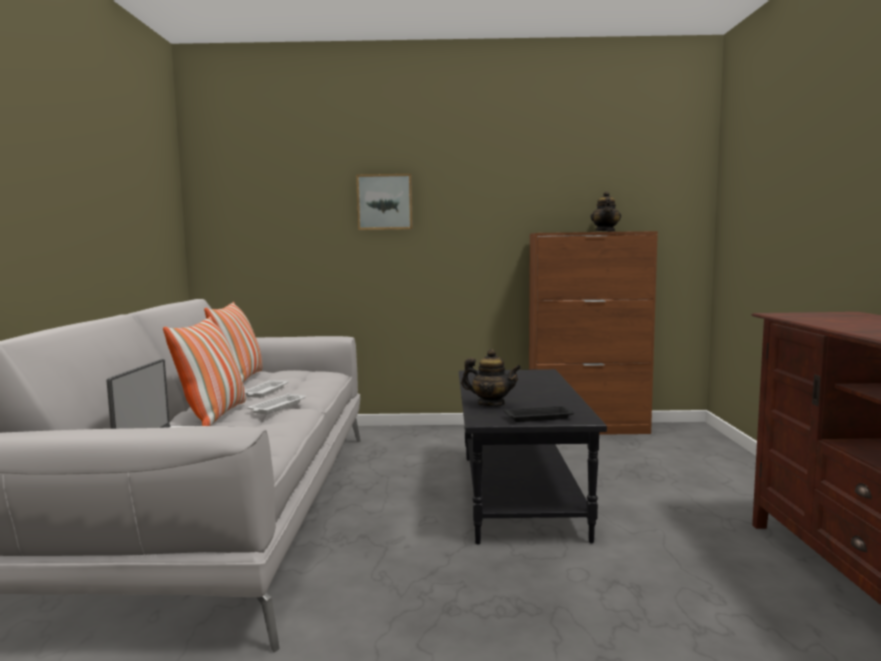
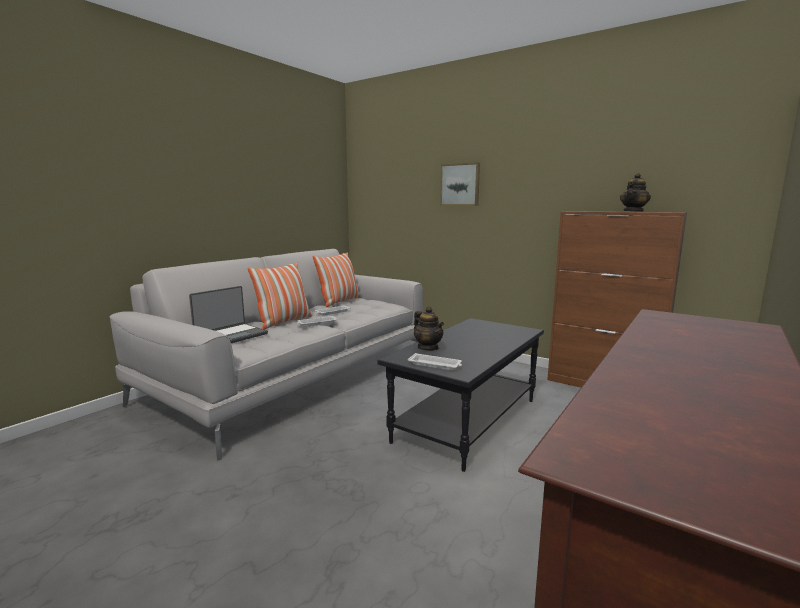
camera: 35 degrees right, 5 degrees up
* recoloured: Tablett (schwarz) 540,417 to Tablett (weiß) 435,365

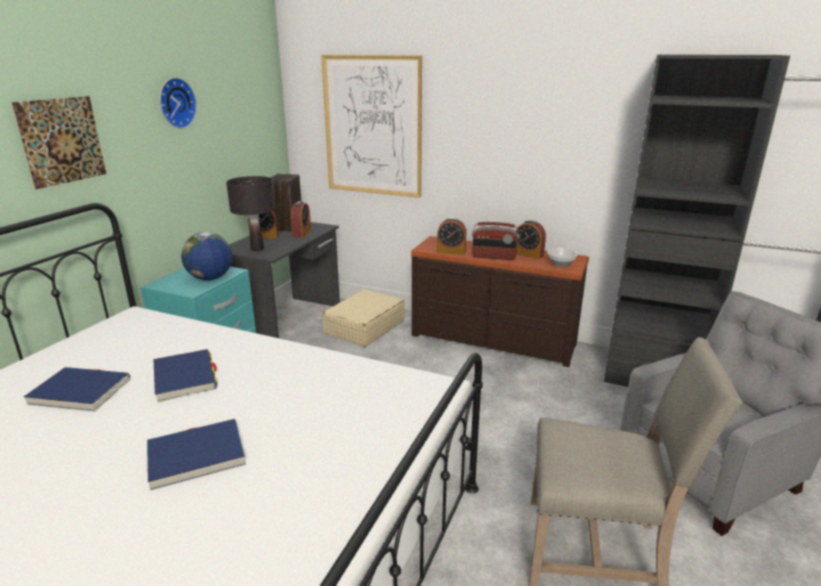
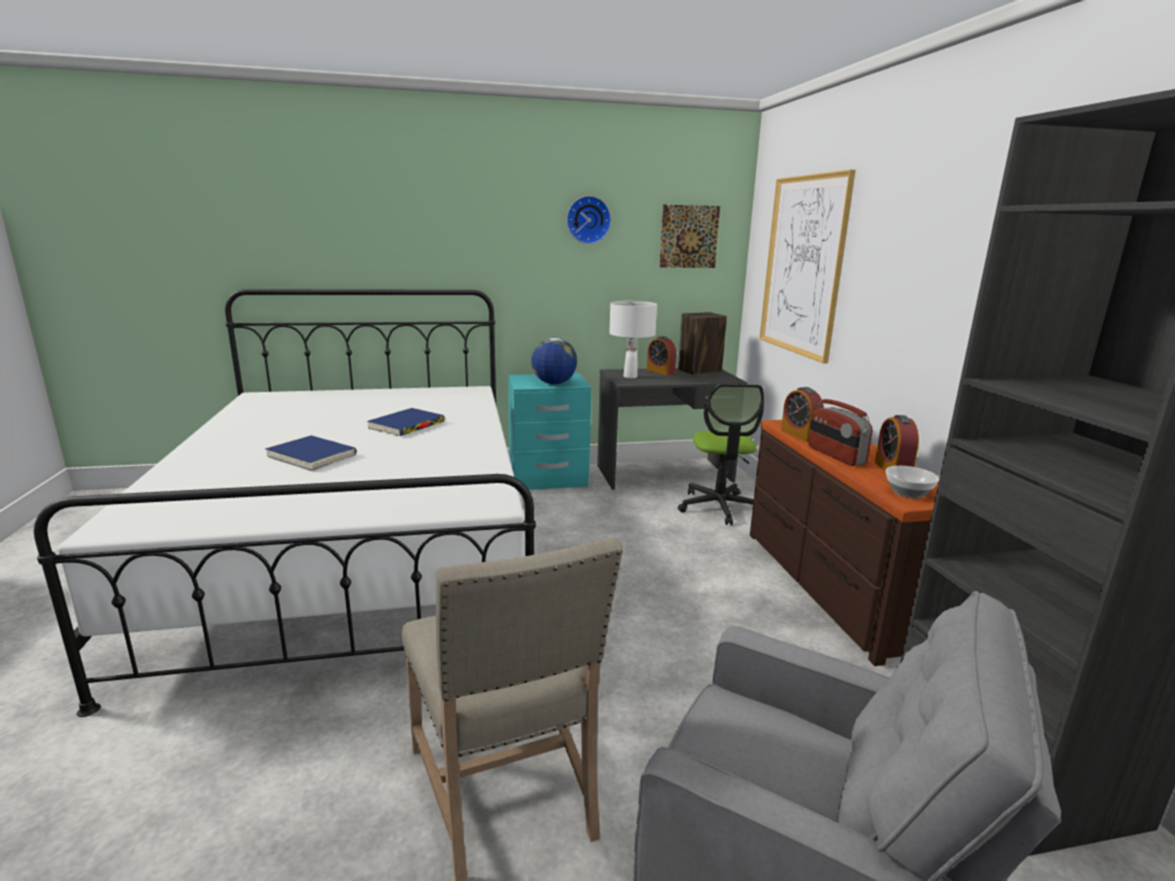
camera: 55 degrees right, 5 degrees down
* removed: Buch (blau) 80,392
* removed: Wecker 301,233
* moved: Bild 62,141 to 689,236
* replaced: Koffer (beige) 364,327 to Bürostuhl 719,507
* recoloured: Tischlampe (schwarz) 257,249 to Tischlampe (weiß) 630,376

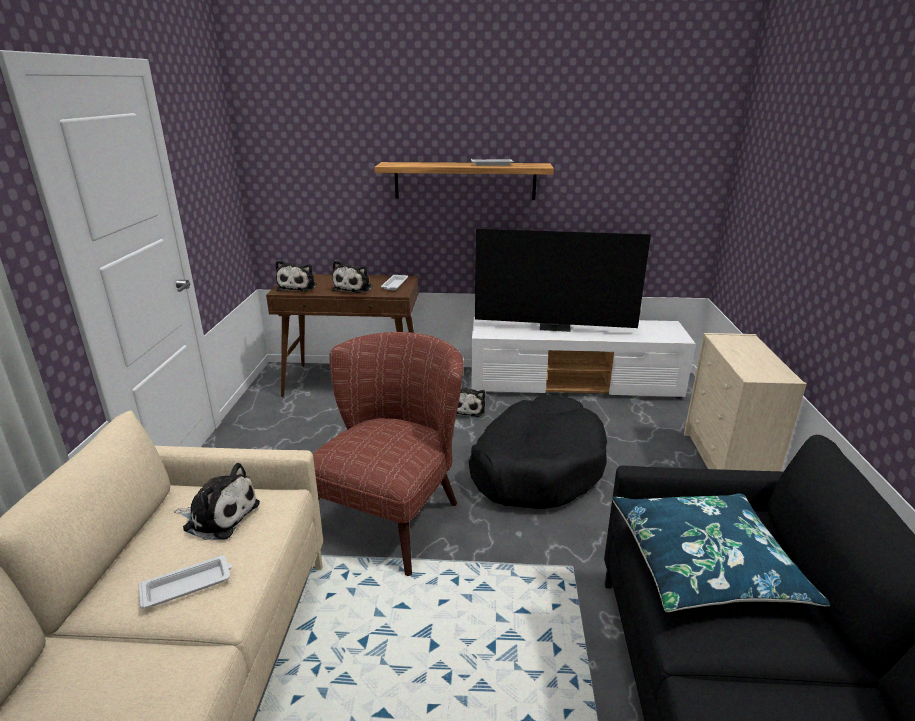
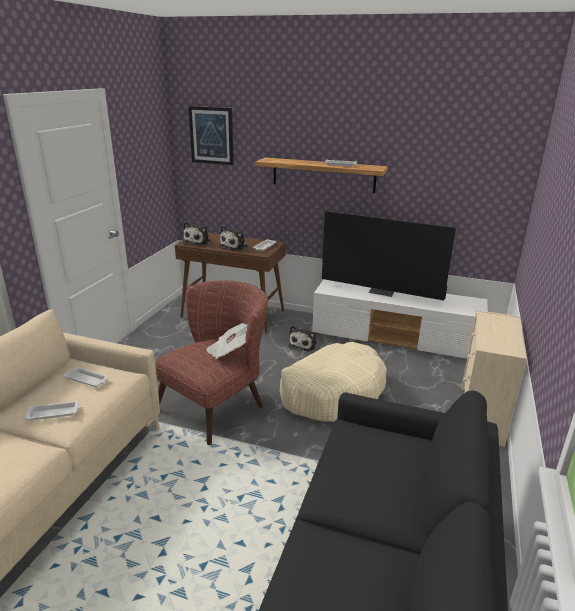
camera: 15 degrees right, 0 degrees up
* removed: Kissen (blau) 704,564
* added: Bild 211,135
* added: Zeitung 229,351
* replaced: Plüschtier 219,516 to Tablett (weiß) 87,380
* recoloured: Hundebett (schwarz) 537,467 to Hundebett (beige) 332,392

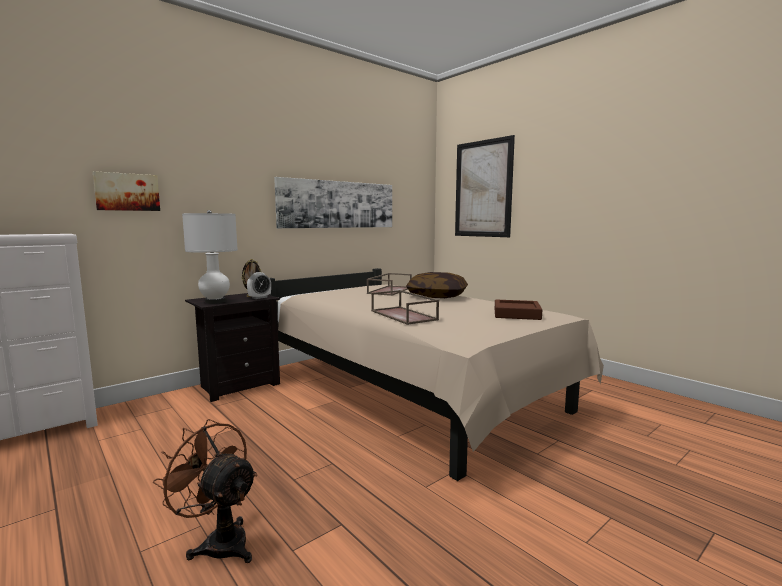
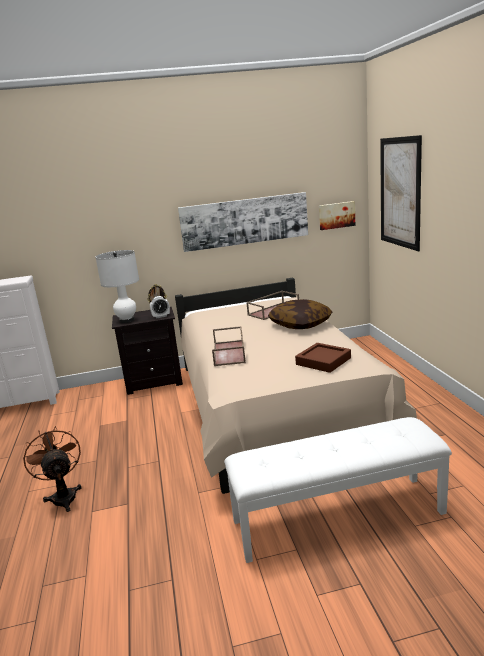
camera: 30 degrees right, 10 degrees up
* added: Bank (weiß) 337,516
* moved: Bild 127,192 to 336,215

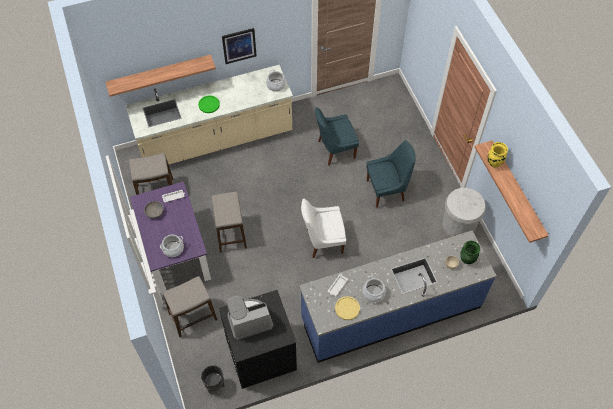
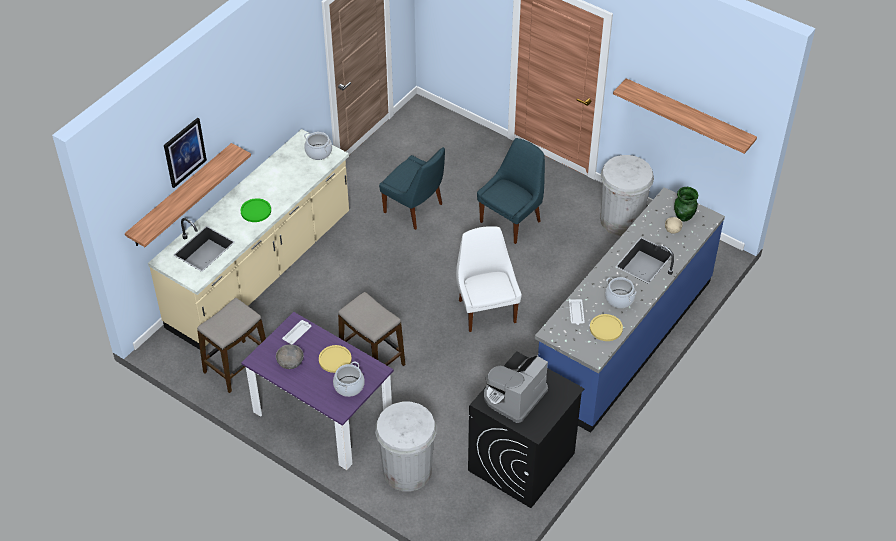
camera: 35 degrees left, 10 degrees down
* removed: Pflanzkübel (schwarz) 215,385
* removed: Vase (gelb) 494,163
* added: Teller (gelb) 335,359
* moved: Bild 239,45 to 184,152
* replaced: Hocker 193,317 to Mülleimer (weiß) 407,470
* turned: Stuhl (weiß) 322,241 = 486,309 120 degrees clockwise
* turned: Stuhl (blau) 334,150 = 415,209 90 degrees counterclockwise

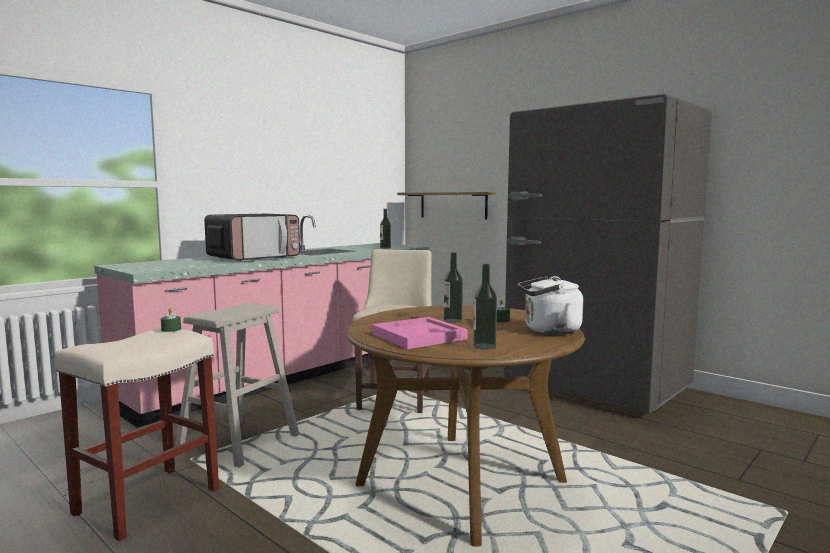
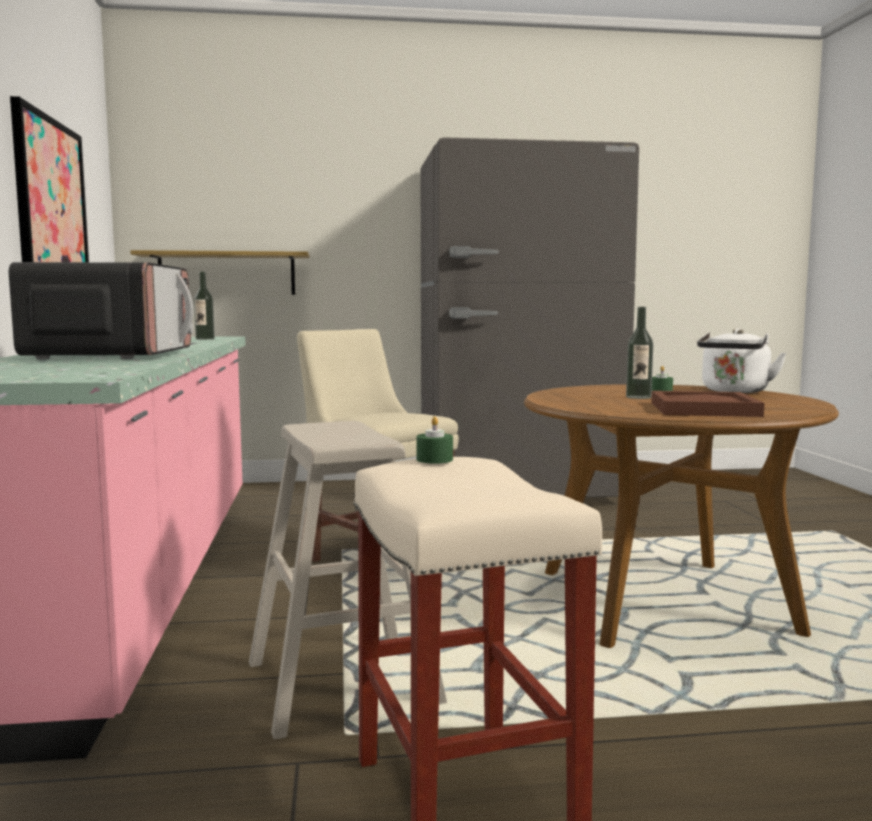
camera: 50 degrees left, 0 degrees up
* removed: Flasche 484,346
* added: Bild 51,206
* recoloured: Tablett (rosa) 418,337 to Tablett (braun) 705,409

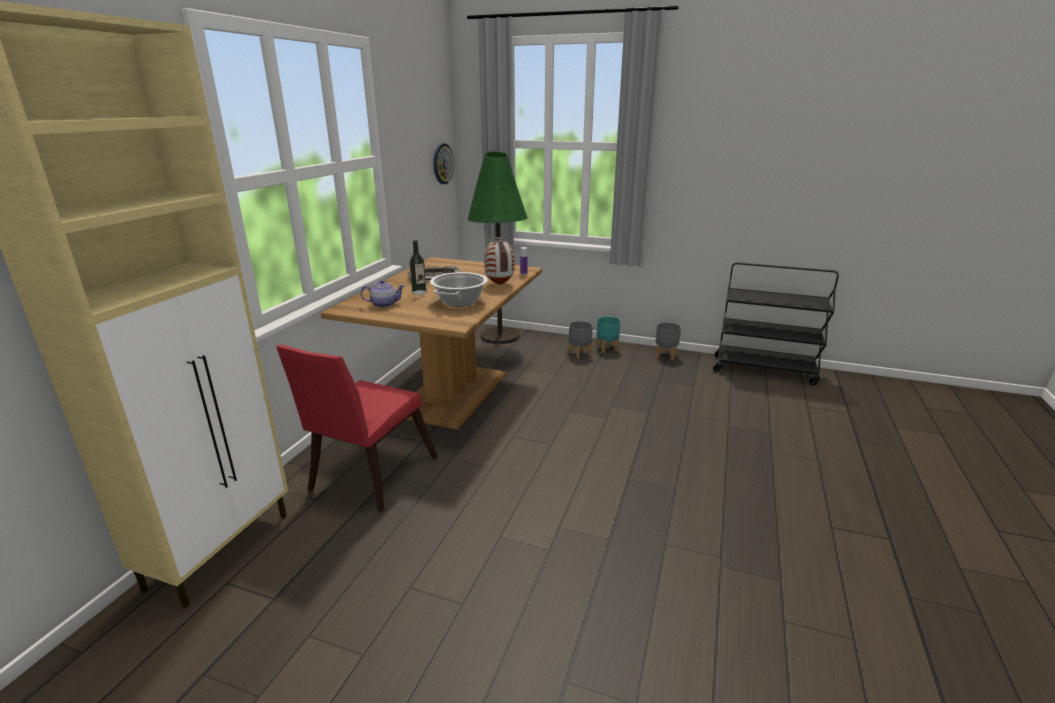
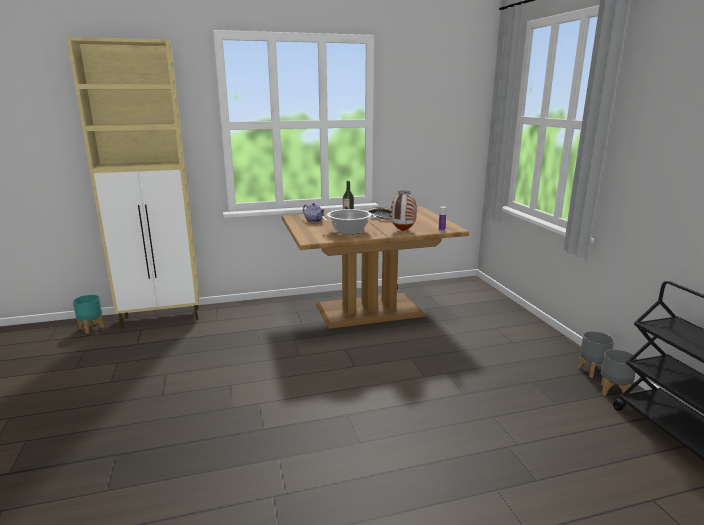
camera: 55 degrees right, 5 degrees down
* removed: Stuhl (rot) 368,477
* removed: Wanduhr 442,164
* removed: Stehlampe (grün) 500,336
* moved: Pflanzkübel (grau) 580,354 to 614,392
* moved: Pflanzkübel (türkis) 607,348 to 91,328

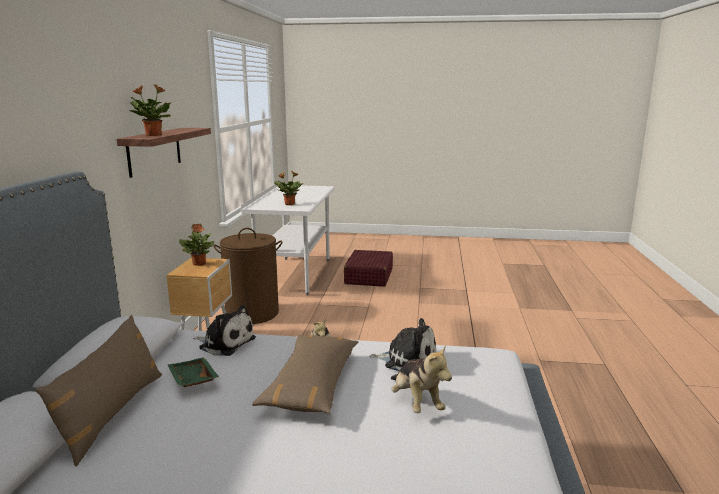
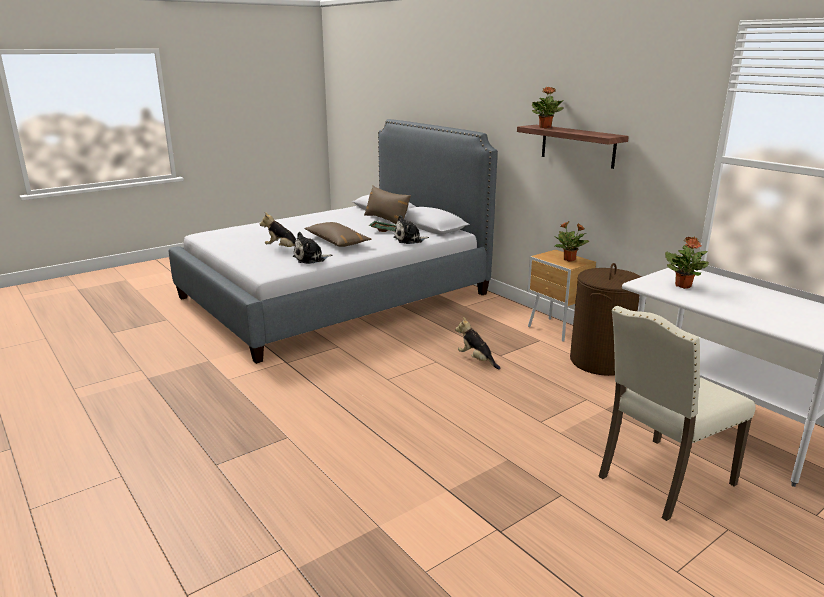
camera: 135 degrees right, 5 degrees up
* replaced: Koffer (rot) 368,276 to Stuhl (beige) 661,479

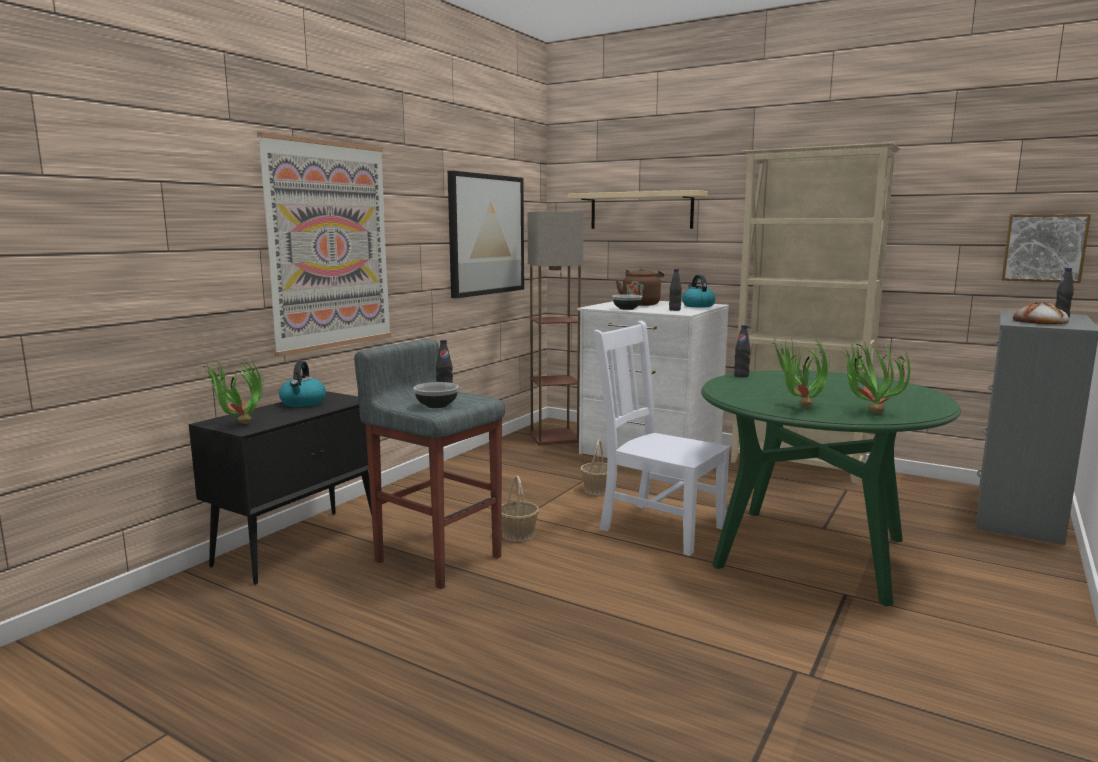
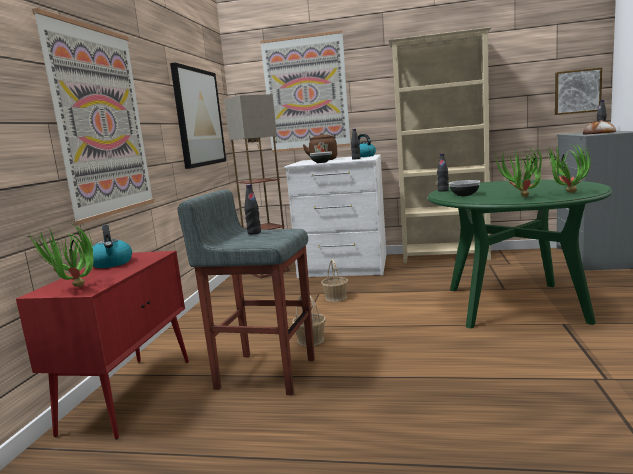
camera: 20 degrees left, 0 degrees up
* removed: Stuhl (weiß) 658,527
* moved: Schüssel 437,405 to 464,195
* replaced: Wandregal (beige) 641,210 to Bild 306,93
* recoloured: Schrank (schwarz) 300,544 to Schrank (rot) 130,394

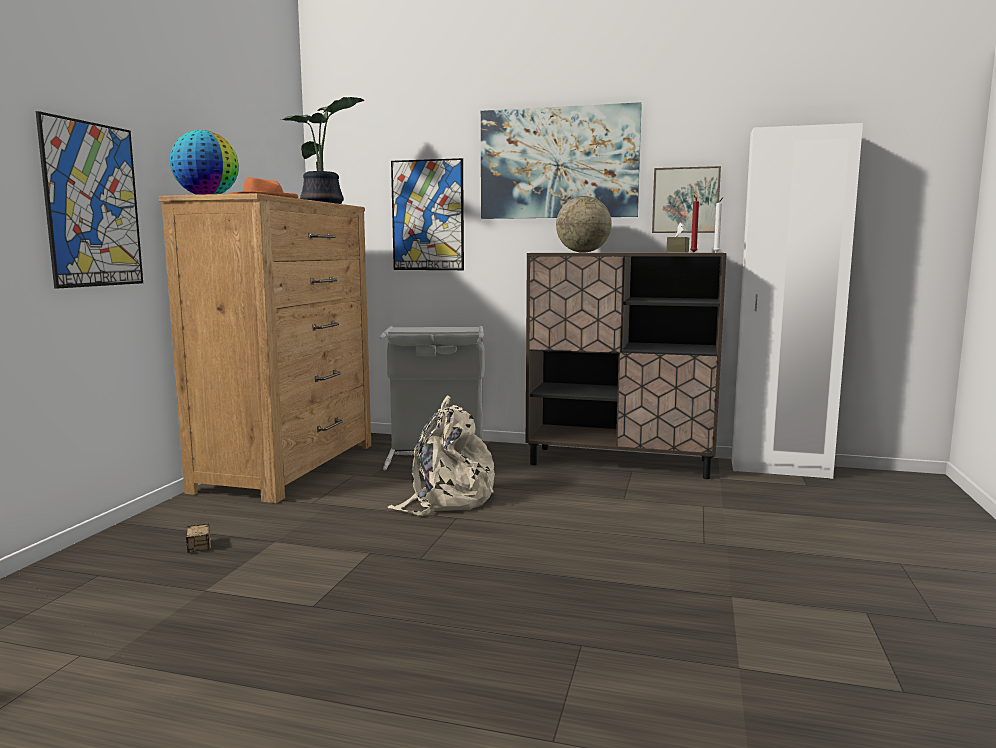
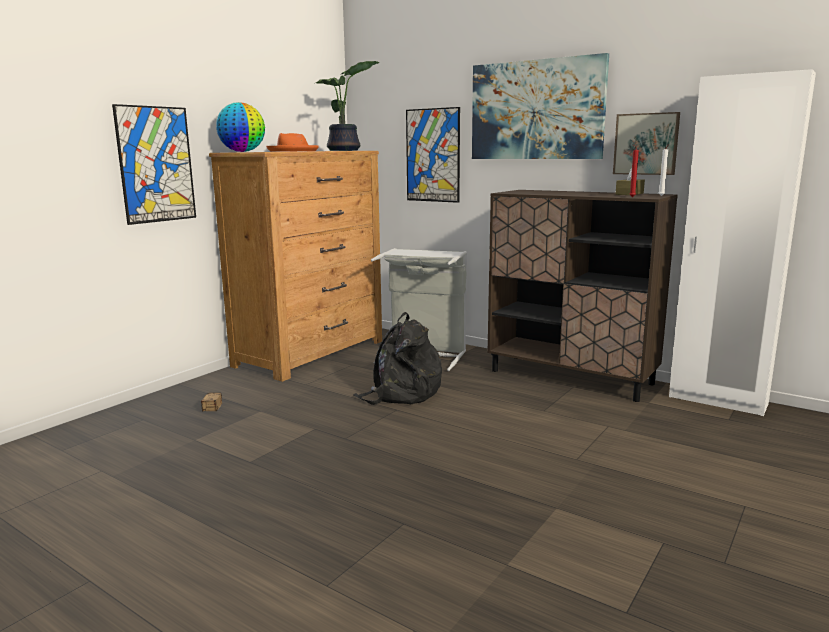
camera: 20 degrees right, 5 degrees up
* removed: Globus 583,252
* recoloured: Rucksack (beige) 446,499 to Rucksack (schwarz) 401,393

